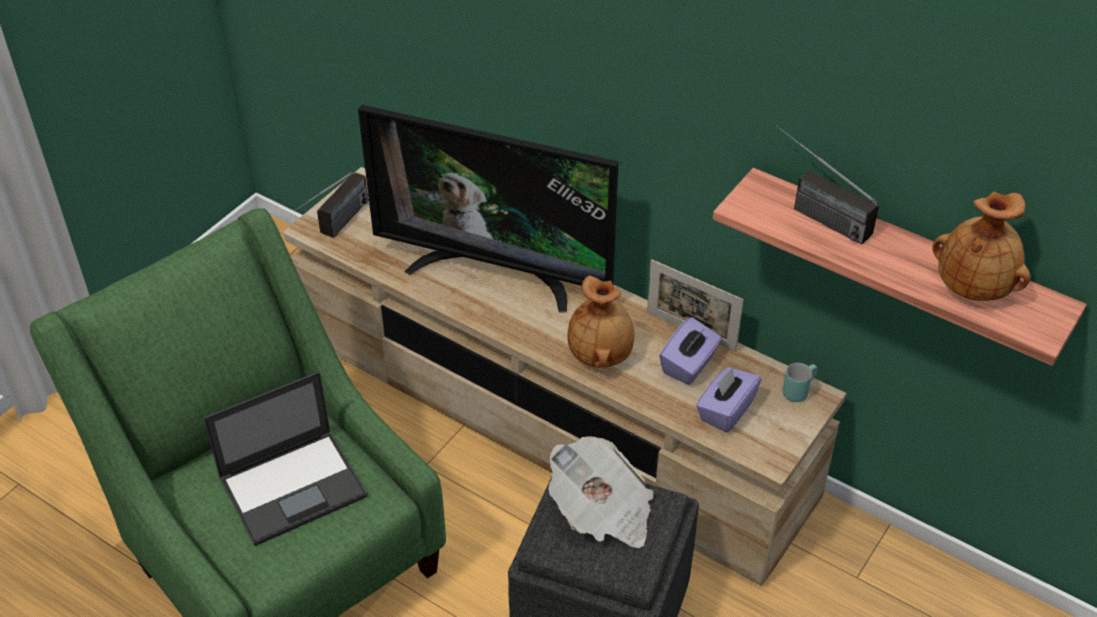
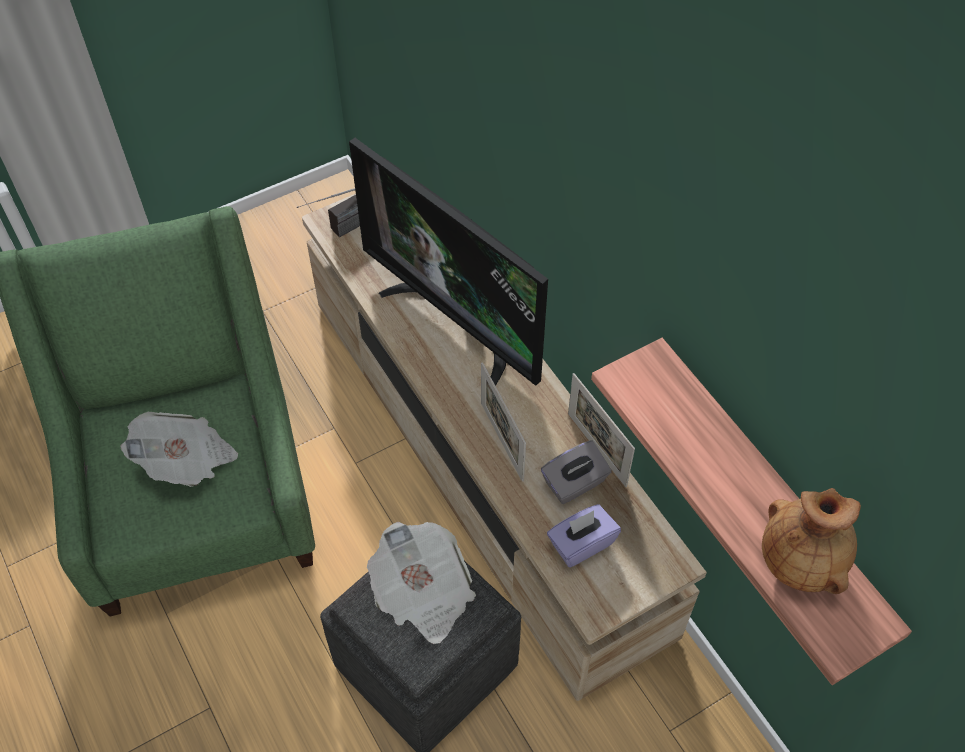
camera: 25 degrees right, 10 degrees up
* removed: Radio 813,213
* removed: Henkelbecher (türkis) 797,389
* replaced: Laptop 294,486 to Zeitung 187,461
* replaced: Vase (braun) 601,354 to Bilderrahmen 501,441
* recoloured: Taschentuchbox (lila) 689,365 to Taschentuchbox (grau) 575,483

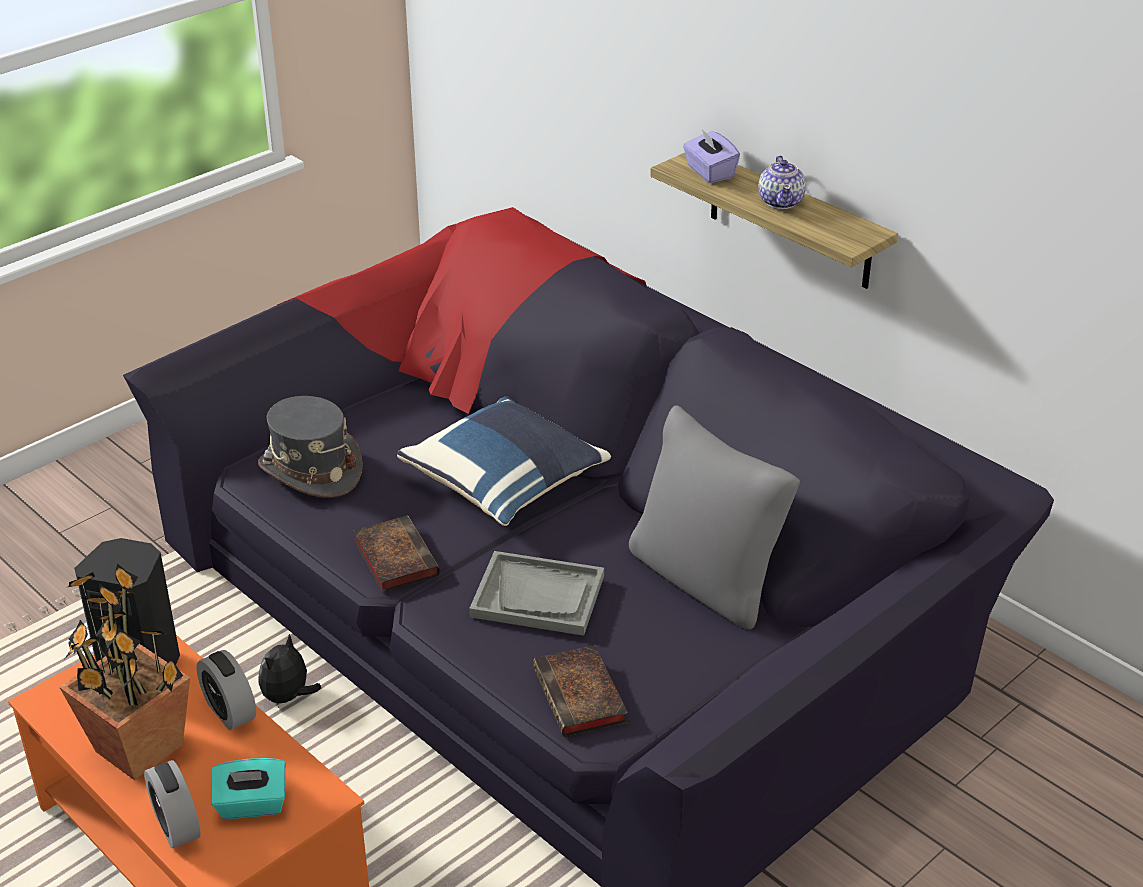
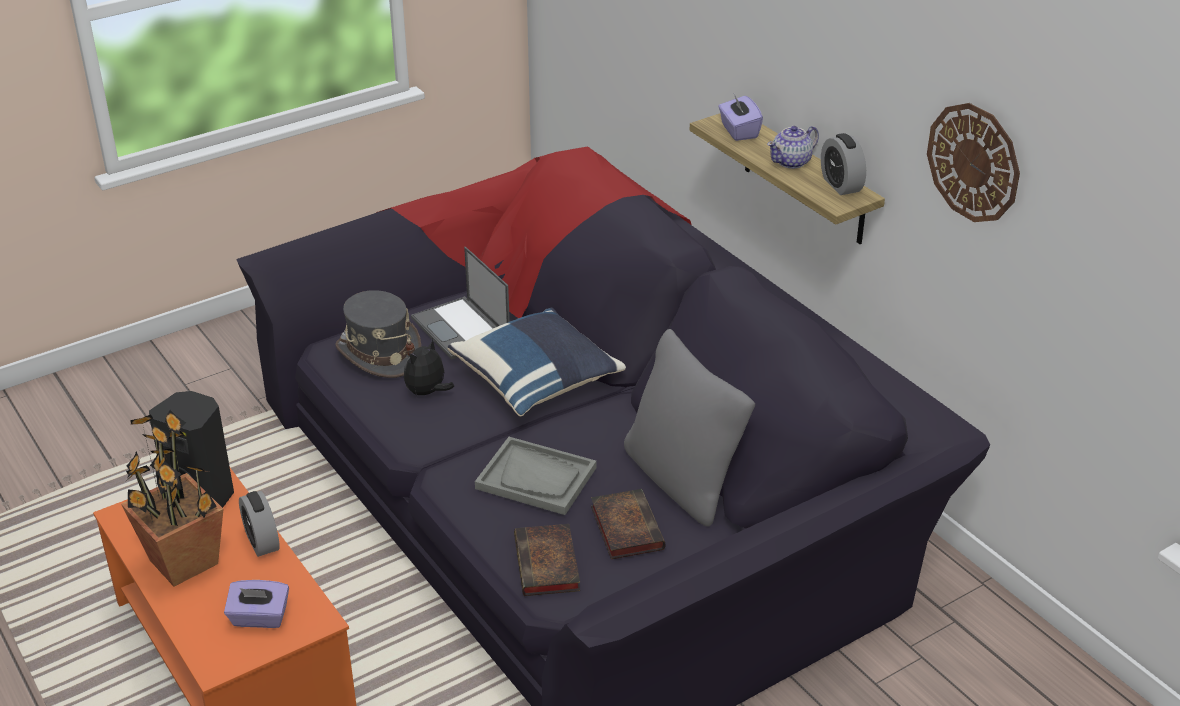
camera: 10 degrees right, 0 degrees up
* added: Laptop 461,328
* added: Wanduhr 973,162
* moved: Wecker 176,825 to 841,185
* moved: Plüschtier 288,697 to 427,392
* moved: Buch 394,557 to 625,527
* recoloured: Taschentuchbox (türkis) 252,805 to Taschentuchbox (lila) 259,618
* turned: Teekanne 781,201 = 792,162 45 degrees clockwise

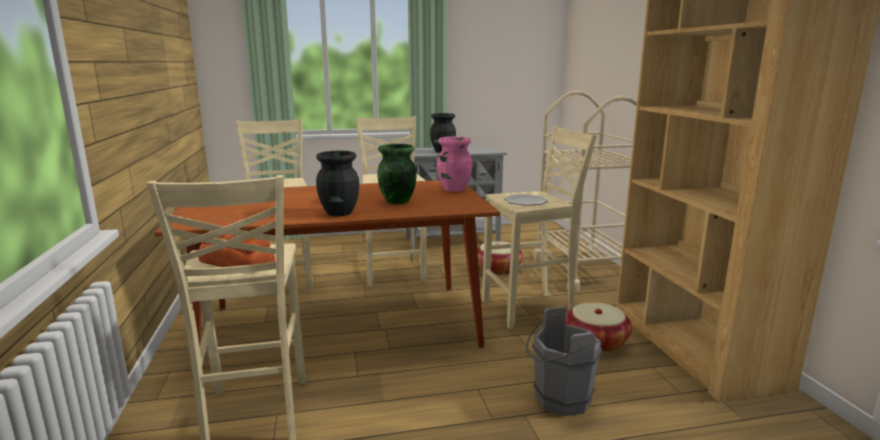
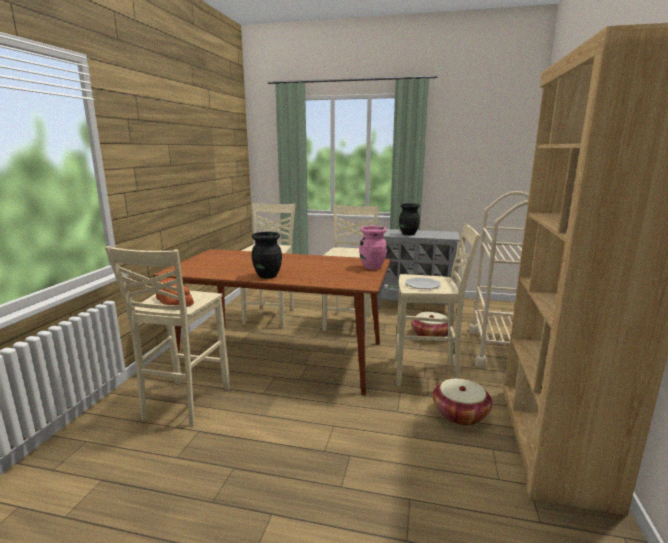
camera: 25 degrees right, 0 degrees up
* removed: Vase (grün) 397,201
* removed: Eimer (grau) 558,400

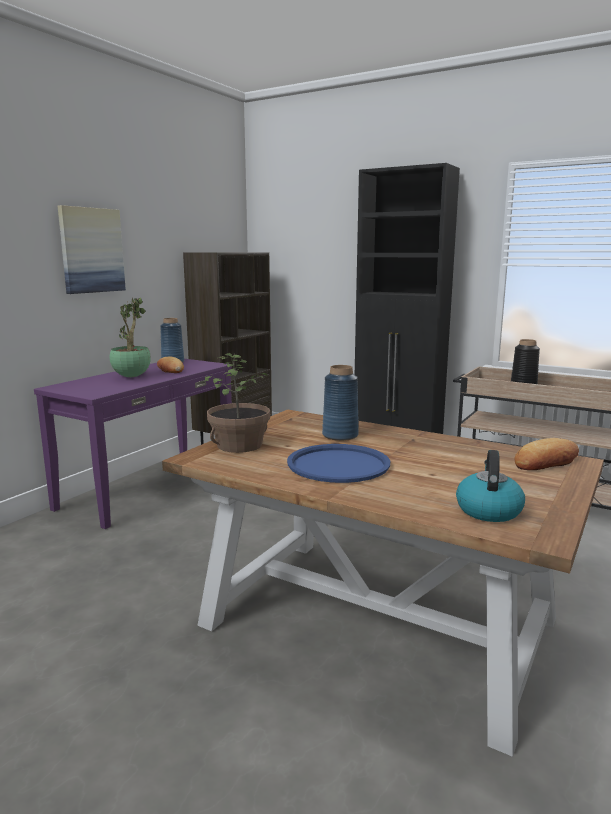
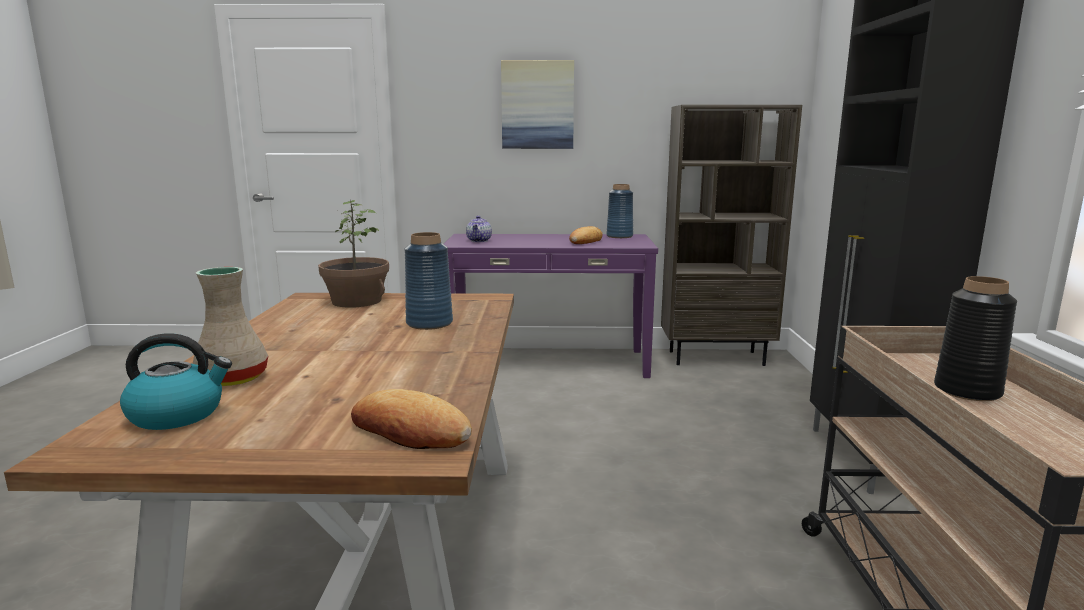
camera: 60 degrees right, 0 degrees up
* removed: Topfpflanze 132,376
* removed: Tablett (blau) 338,464
* added: Vase (beige) 232,378
* added: Teekanne 479,241

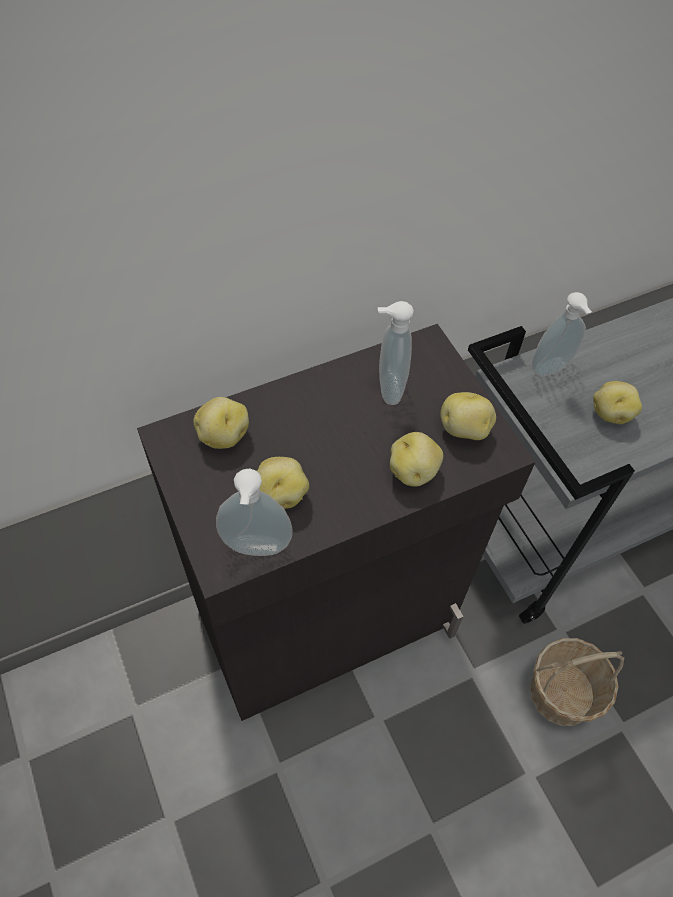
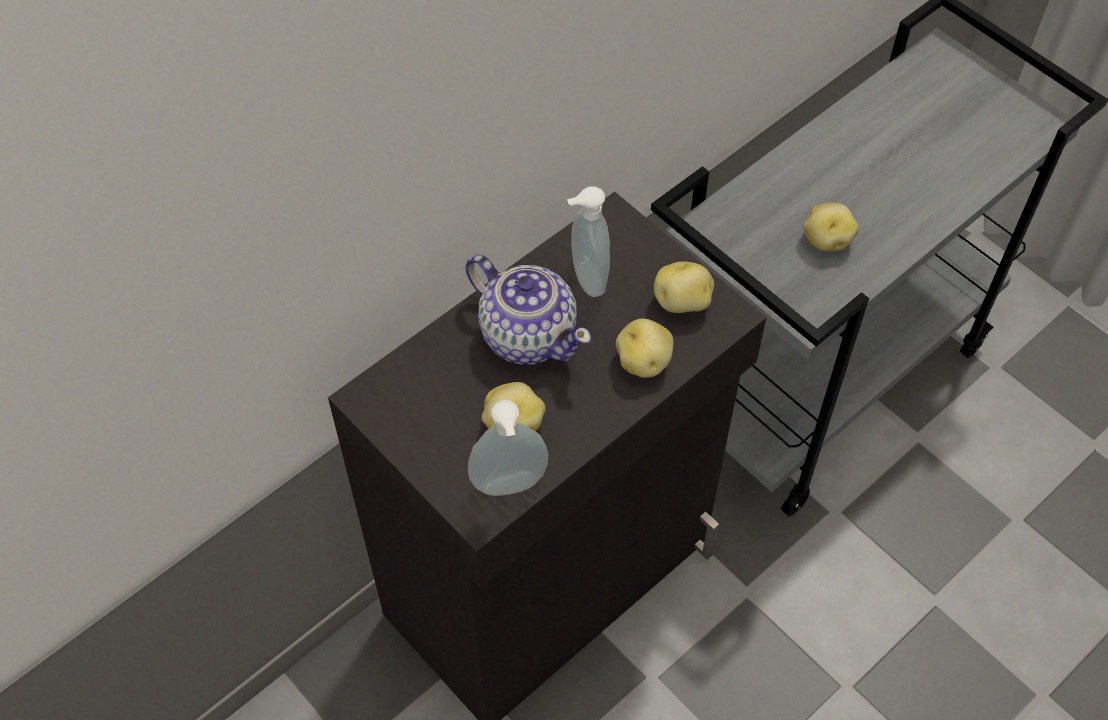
camera: 15 degrees left, 0 degrees up
* removed: Kartoffel 222,435
* removed: Korb 562,693
* removed: Seifenspender 551,370
* added: Teekanne 528,334

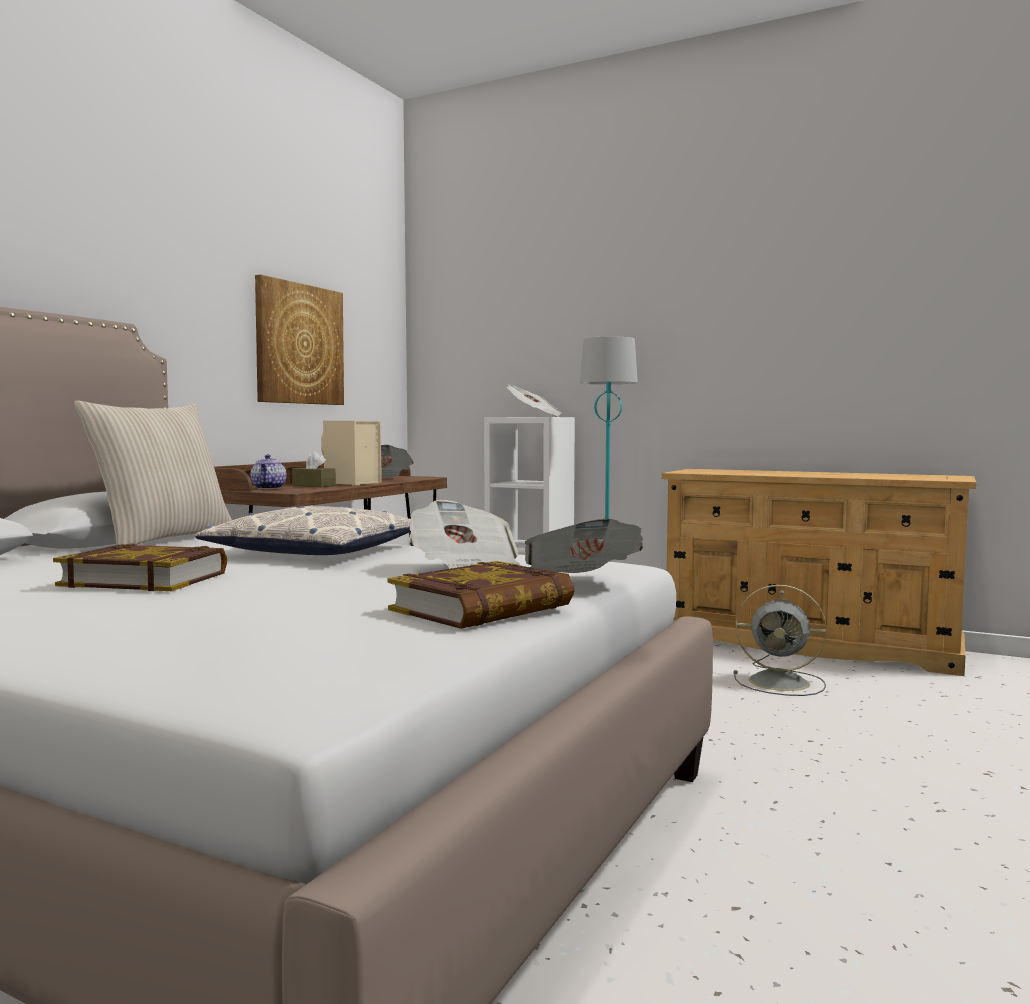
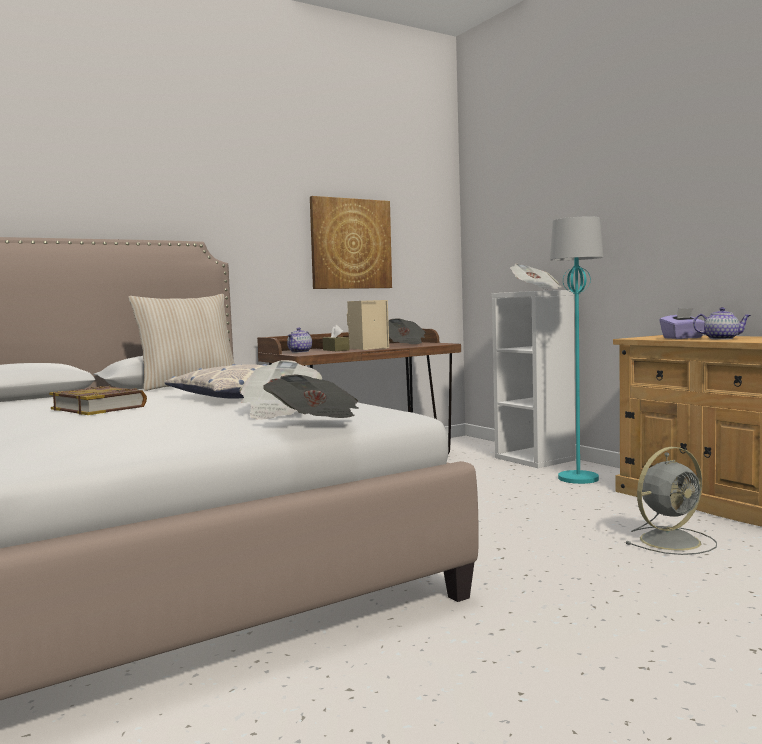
camera: 30 degrees right, 0 degrees up
* removed: Buch 483,608
* added: Taschentuchbox (lila) 683,338
* added: Teekanne 722,339
* turned: Ventilator (grau) 781,682 = 672,540 75 degrees counterclockwise

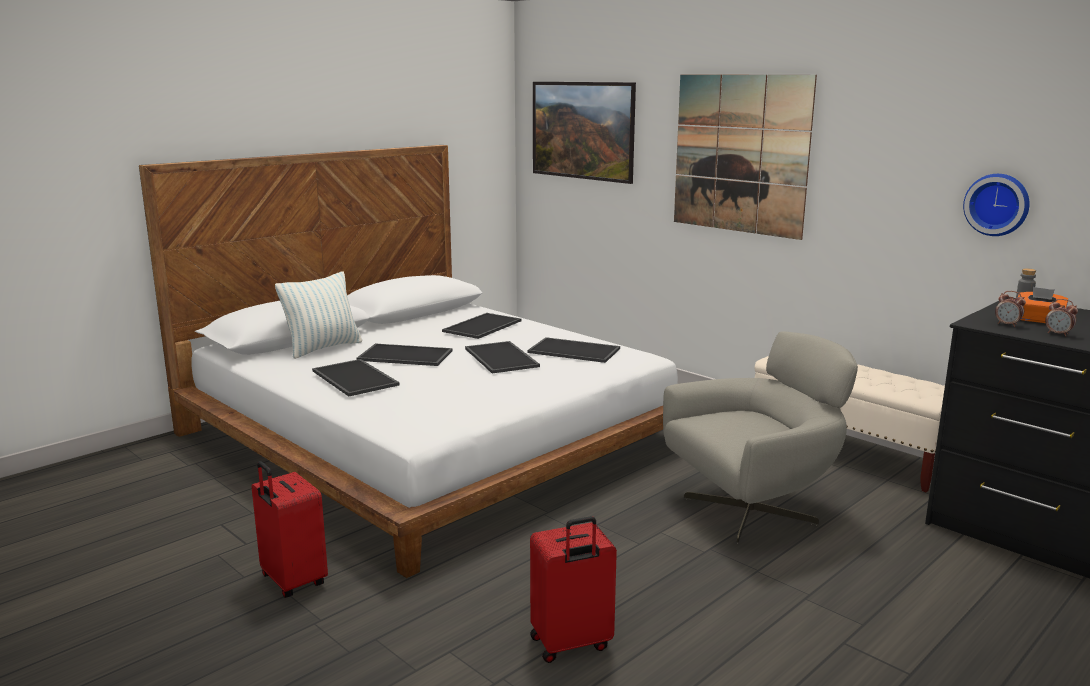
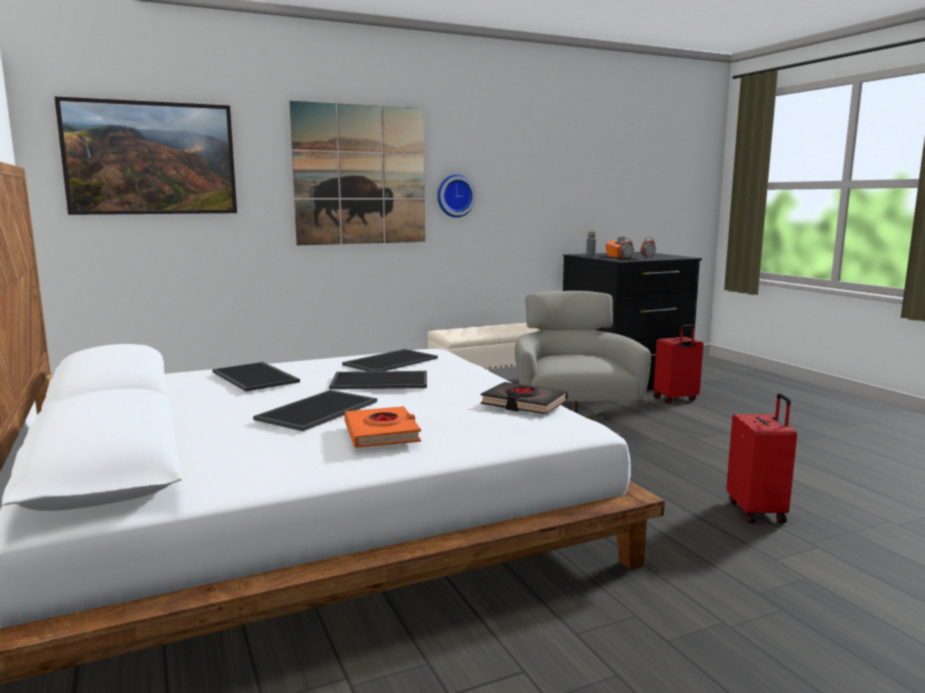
camera: 70 degrees left, 5 degrees down
* removed: Kissen 323,348
* added: Buch (schwarz) 523,403
* moved: Koffer (rot) 292,581 to 676,399
* moved: Wanduhr 997,204 to 455,196
* replaced: Tablett 356,378 to Buch (orange) 382,433

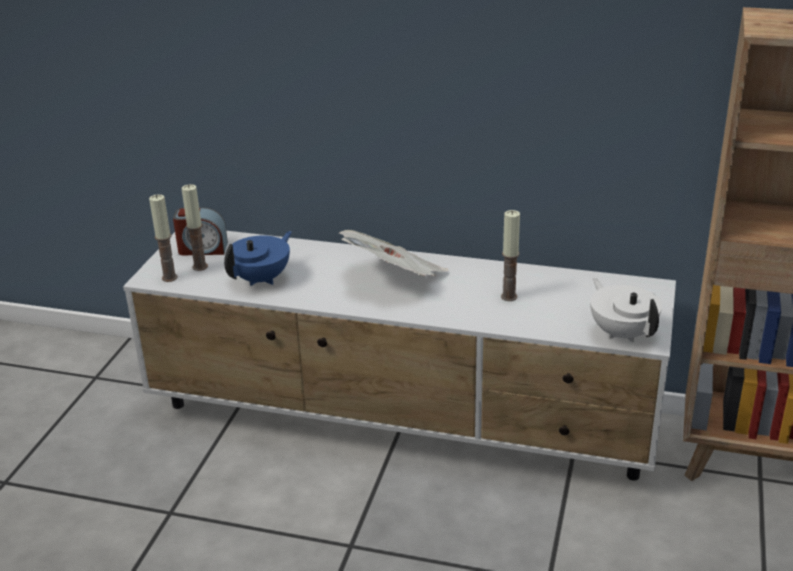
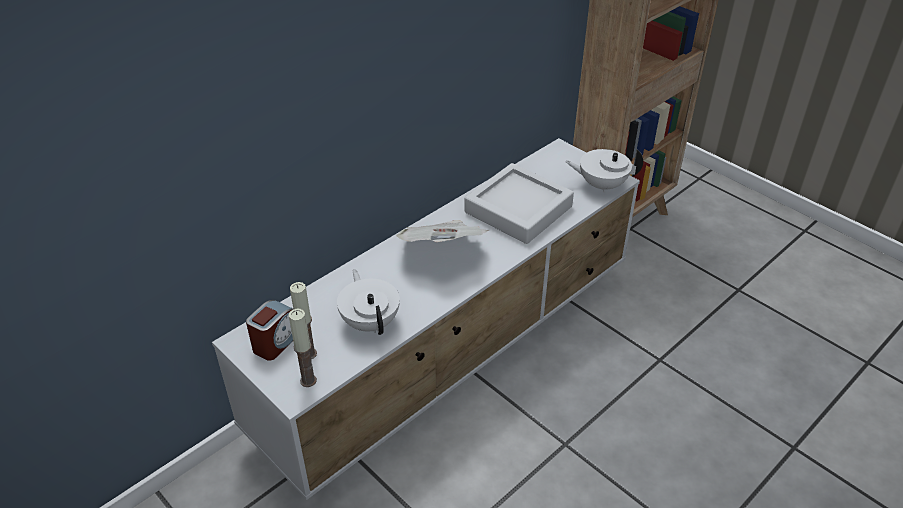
camera: 60 degrees left, 10 degrees up
* replaced: Kerze 509,297 to Tablett (grau) 518,209
* recoloured: Teekanne (blau) 262,279 to Teekanne (weiß) 370,322

